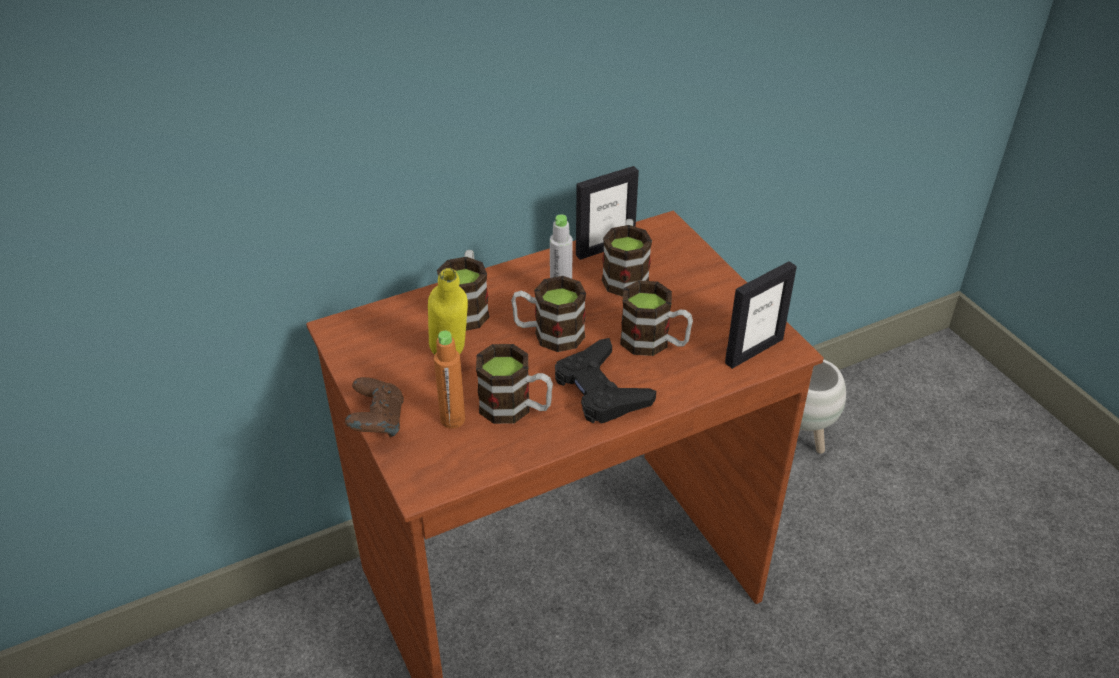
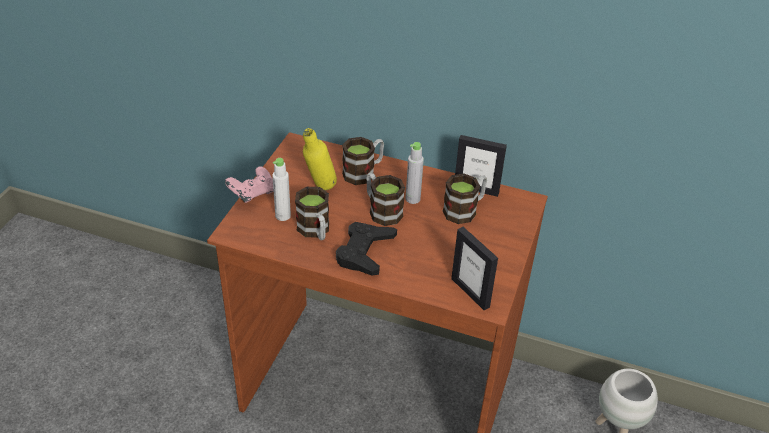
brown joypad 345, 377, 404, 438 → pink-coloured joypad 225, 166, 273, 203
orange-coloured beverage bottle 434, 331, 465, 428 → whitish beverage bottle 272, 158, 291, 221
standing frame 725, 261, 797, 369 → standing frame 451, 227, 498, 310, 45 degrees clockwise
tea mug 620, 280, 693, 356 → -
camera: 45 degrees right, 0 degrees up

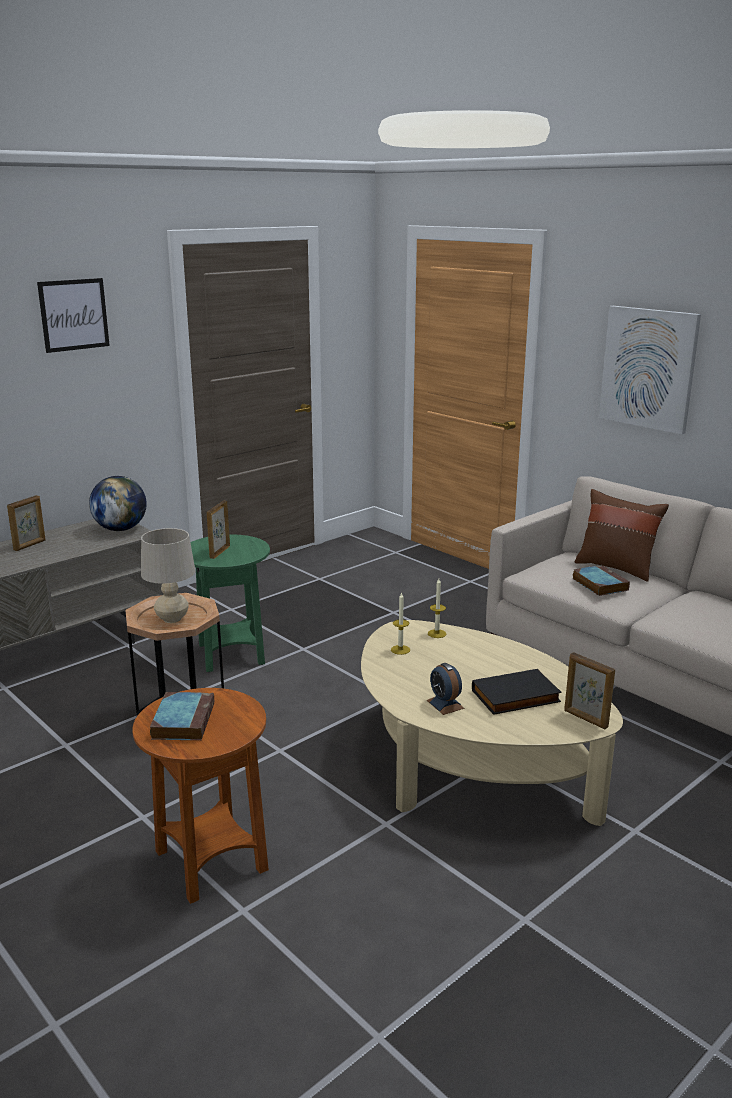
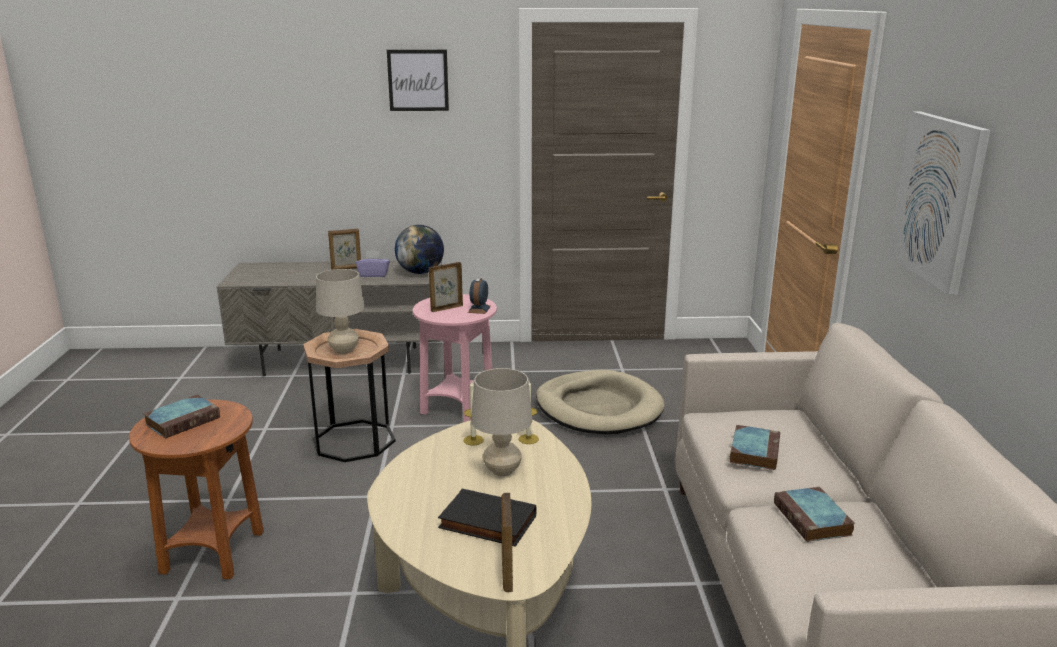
- → purple-coloured tissue holder 356, 251, 390, 277
greenish end table 190, 534, 270, 672 → pink-coloured end table 413, 294, 497, 422
bedside clock 427, 663, 464, 715 → bedside clock 468, 278, 491, 314, move
- → sand-coloured table lamp 471, 368, 532, 476
- → sand-coloured dog bed 536, 370, 665, 434
- → bound book 774, 487, 855, 542
brown cushion 575, 489, 669, 582 → -
camera: 40 degrees right, 0 degrees up

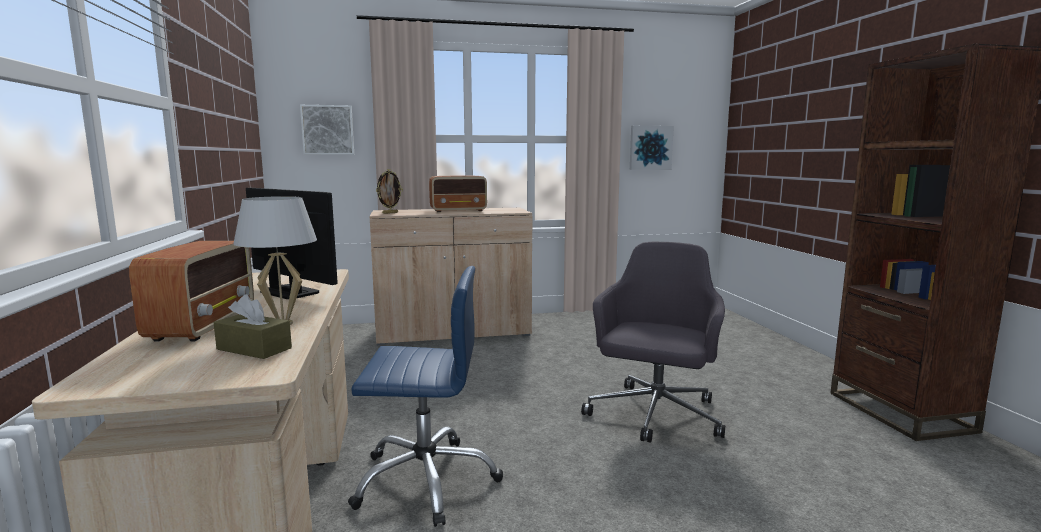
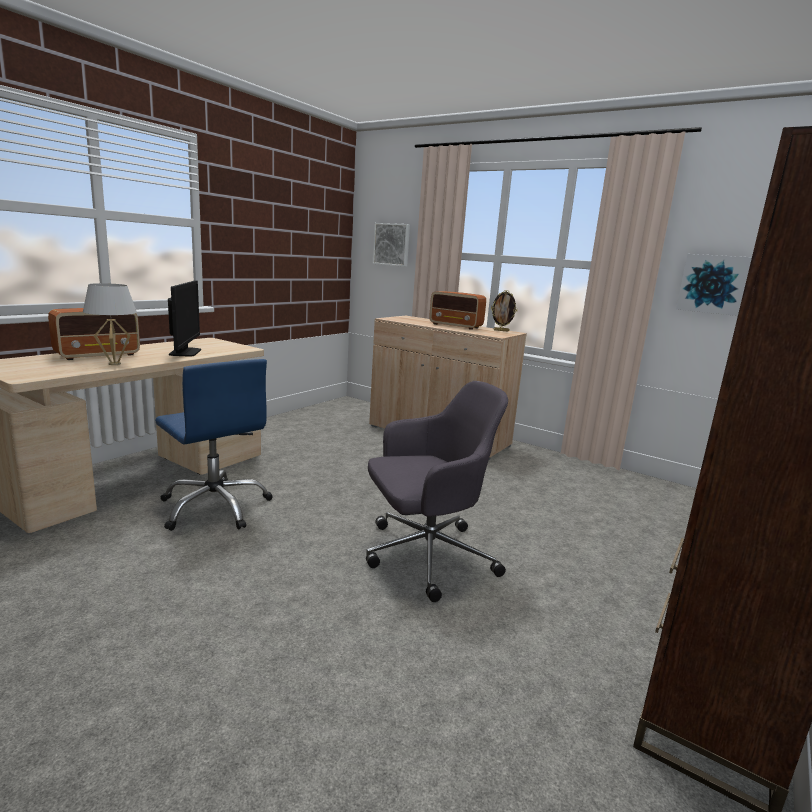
standing frame 376, 169, 403, 214 → standing frame 491, 290, 518, 331, move
brown tissue holder 214, 294, 292, 359 → -
camera: 45 degrees right, 5 degrees up

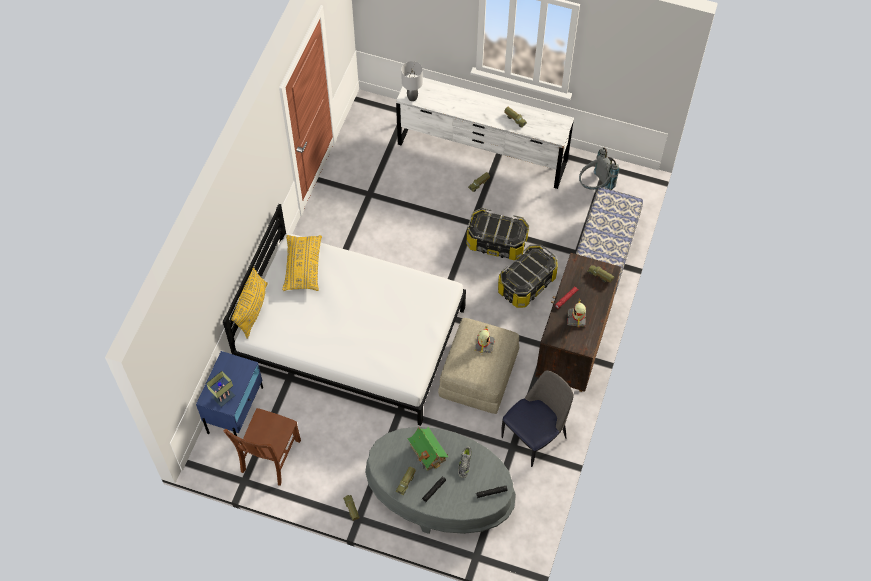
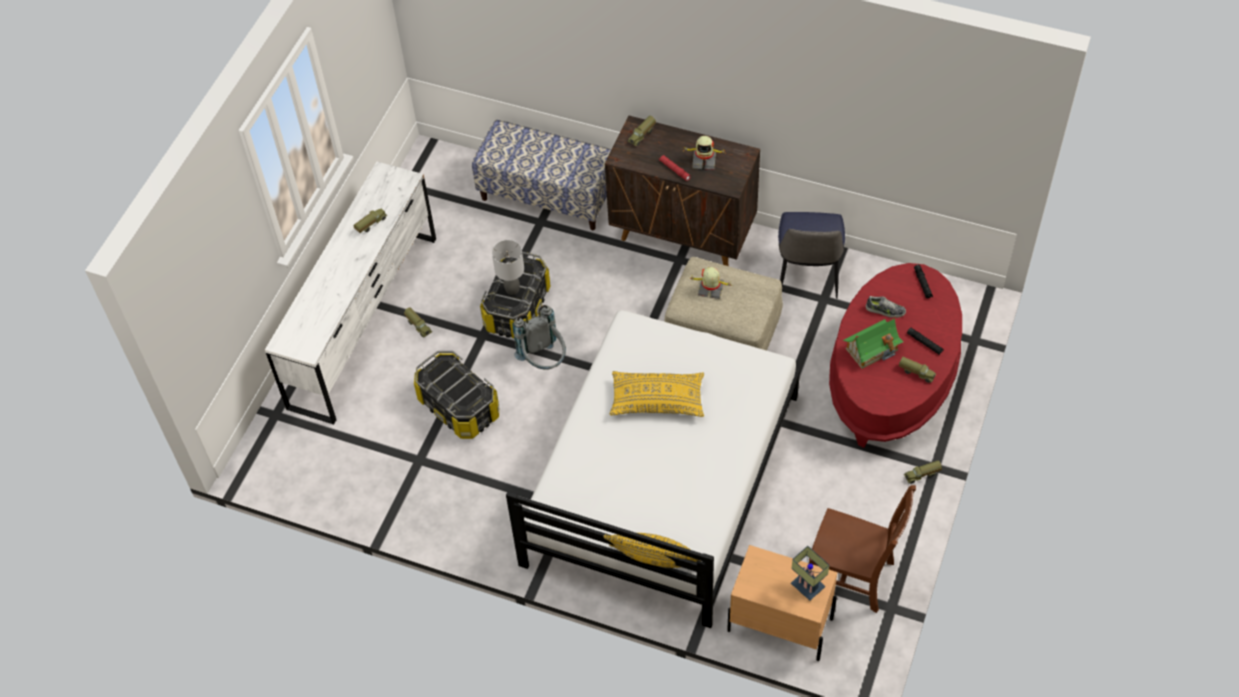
storage box 498, 245, 558, 308 → storage box 414, 351, 499, 439, move
gray table lamp 401, 61, 423, 101 → gray table lamp 492, 240, 524, 295, move
gray knapsack 579, 148, 619, 190 → gray knapsack 513, 305, 566, 370, move
yellow-coloured cushion 282, 235, 322, 291 → yellow-coloured cushion 610, 371, 704, 417, move
bluish bedside table 196, 351, 263, 441 → sand-coloured bedside table 727, 545, 837, 661
upright chair 501, 370, 574, 467 → upright chair 778, 212, 845, 299, 135 degrees counterclockwise
gray coffee table 365, 427, 516, 534 → red-coloured coffee table 829, 263, 962, 448
camera: 85 degrees left, 5 degrees down

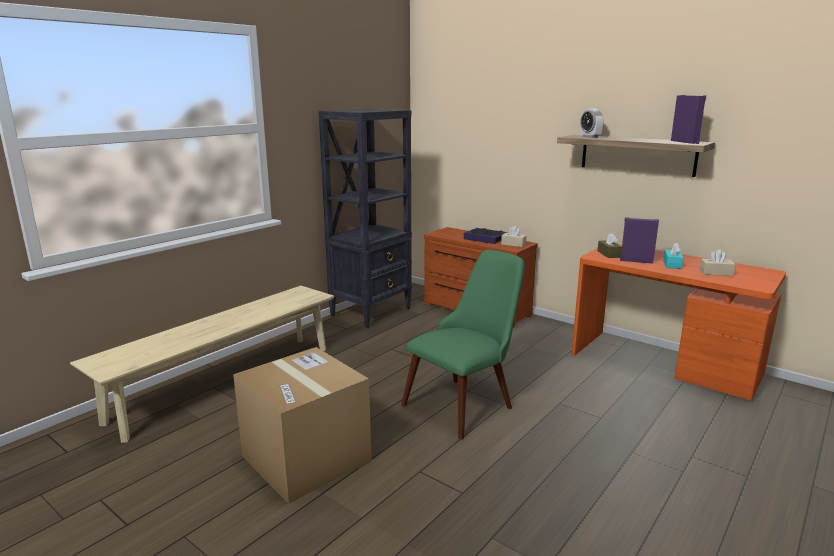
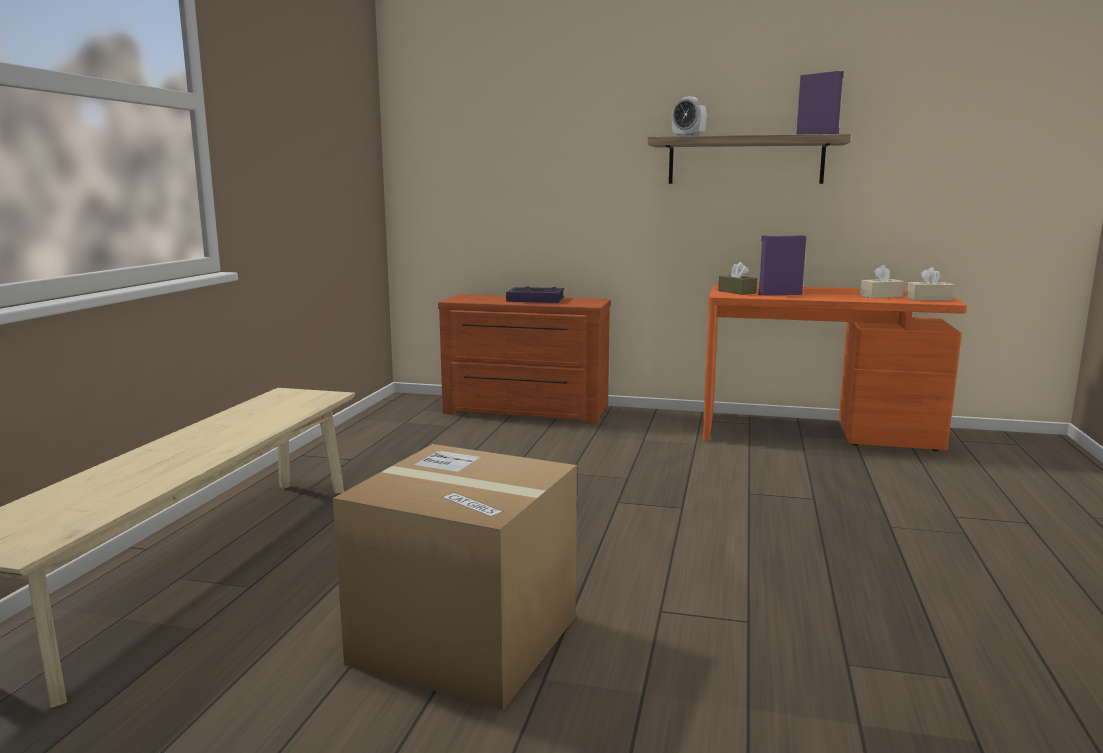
sand-coloured tissue holder 501, 226, 527, 247 → sand-coloured tissue holder 907, 267, 954, 301, move
black bookshelf 318, 109, 412, 328 → -
greenish upright chair 401, 250, 525, 440 → -
blue-green tissue holder 663, 243, 683, 269 → -
camera: 25 degrees left, 5 degrees down

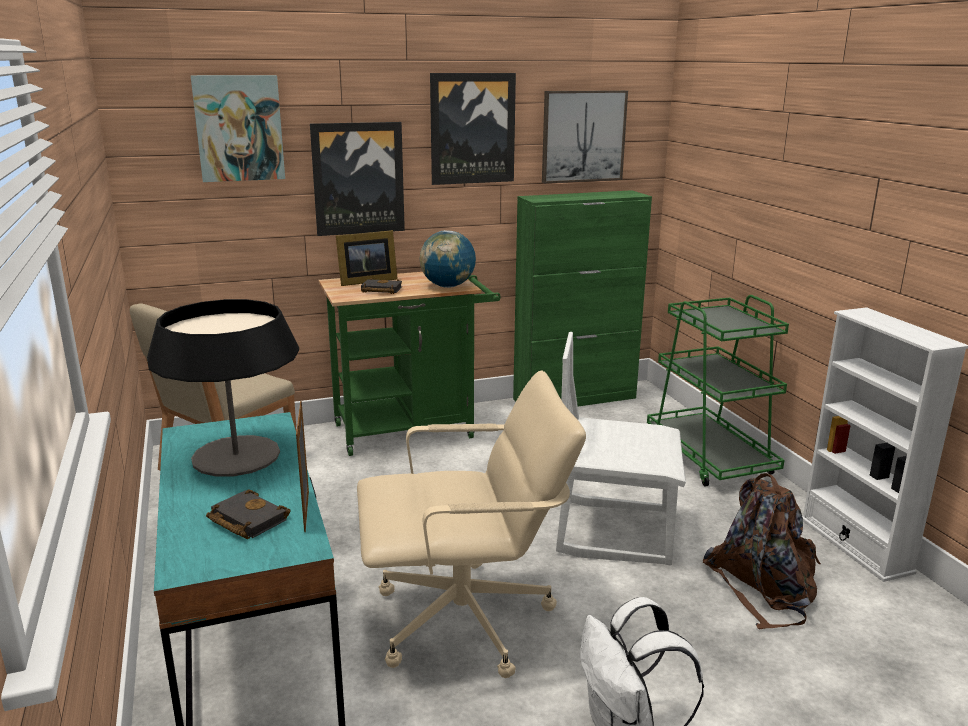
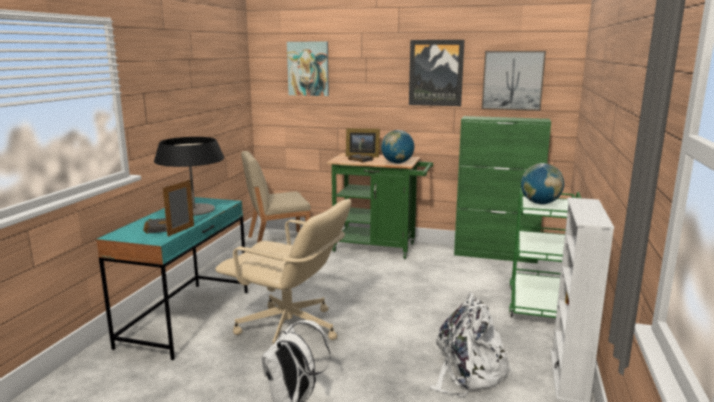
brown knapsack 703, 473, 821, 629 → whitish knapsack 429, 292, 512, 397
- → globe 521, 163, 564, 205
picture 310, 122, 405, 236 → -
whitish upright chair 556, 332, 686, 565 → -
camera: 35 degrees right, 5 degrees down

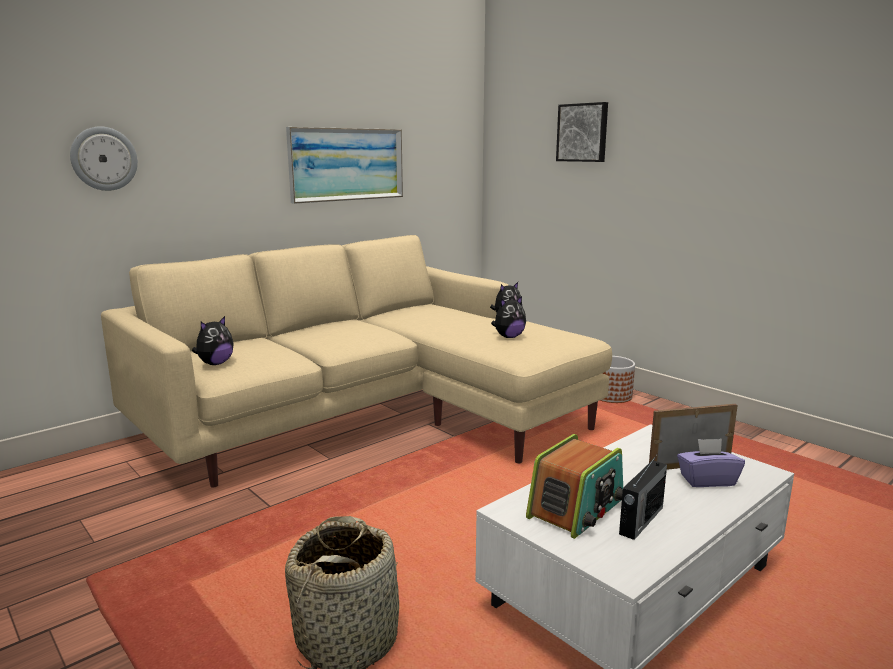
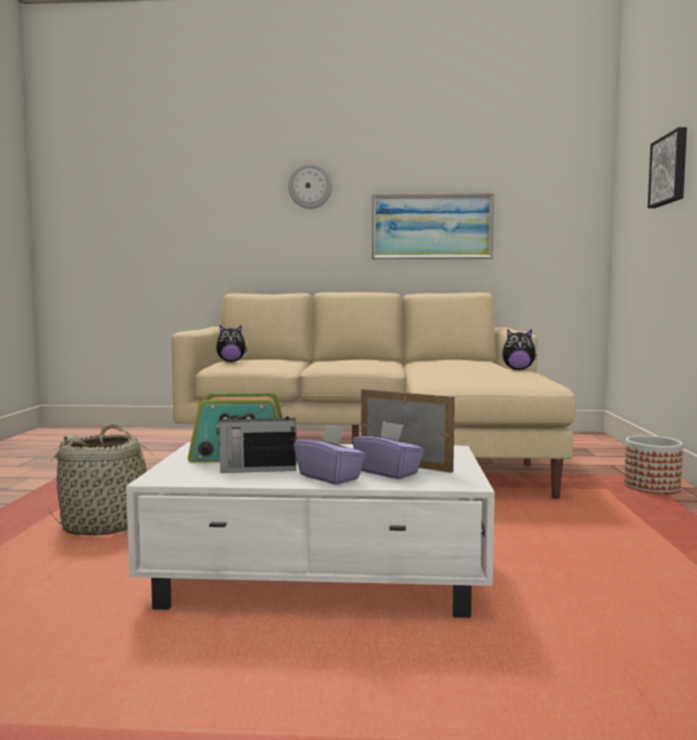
wall clock 70, 126, 138, 191 → wall clock 288, 164, 332, 209, move
- → purple-coloured tissue holder 294, 425, 366, 485
cuddly toy 491, 296, 526, 338 → -
camera: 45 degrees right, 10 degrees down

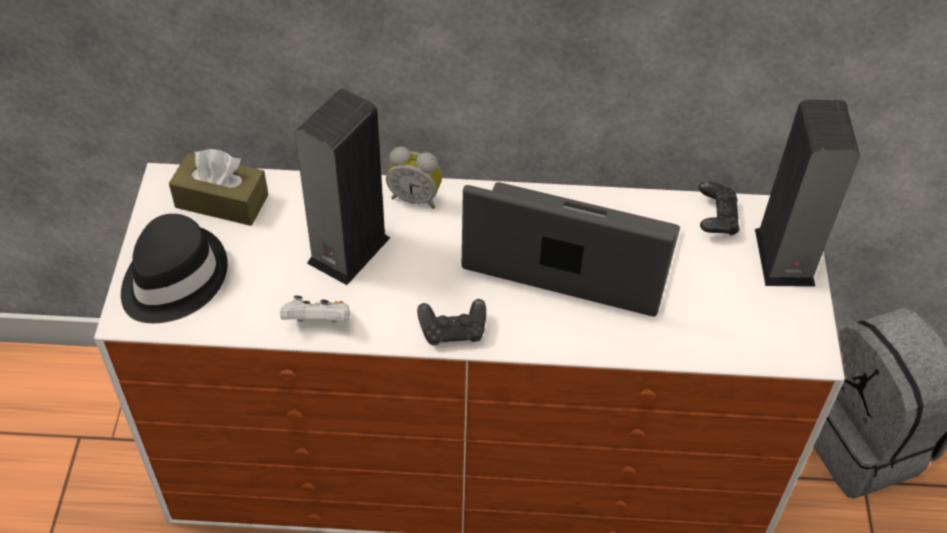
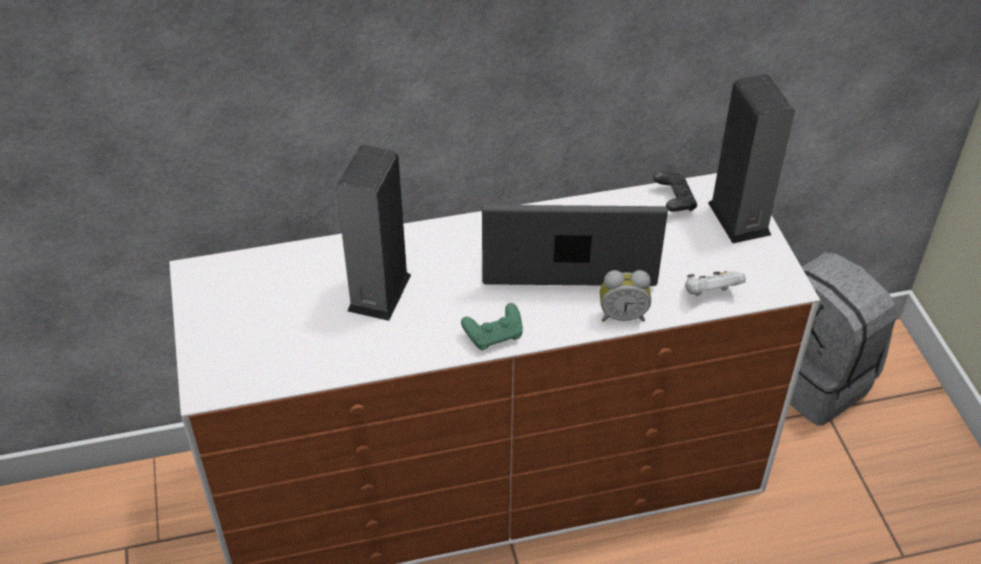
black joypad 417, 299, 486, 345 → greenish joypad 461, 303, 523, 350
bedside clock 386, 147, 442, 209 → bedside clock 600, 270, 651, 322, move
whitish joypad 280, 295, 350, 323 → whitish joypad 685, 271, 746, 296, move
black wearable hat 121, 214, 228, 323 → -
brown tissue holder 169, 149, 268, 226 → -
camera: 15 degrees left, 5 degrees down

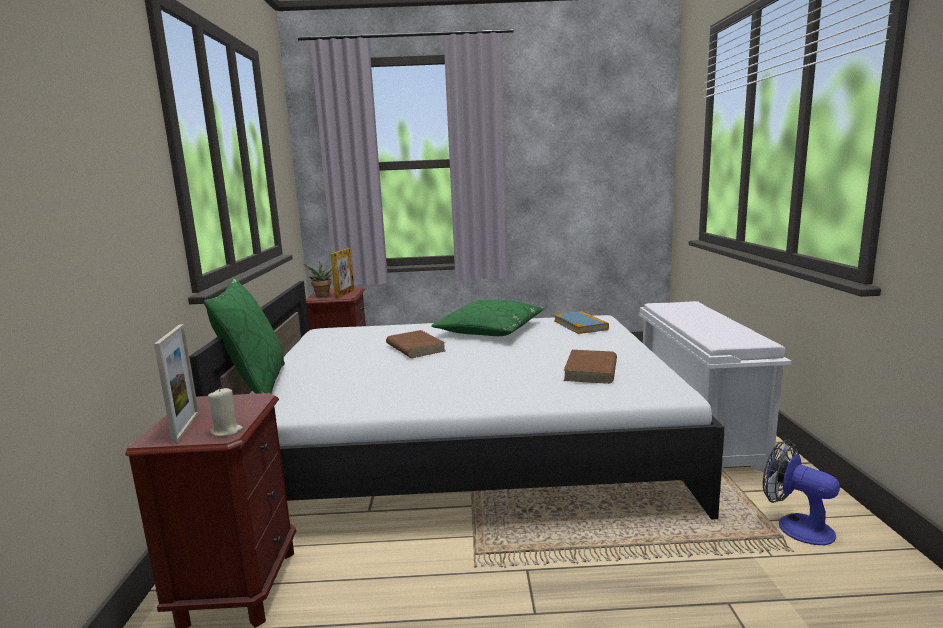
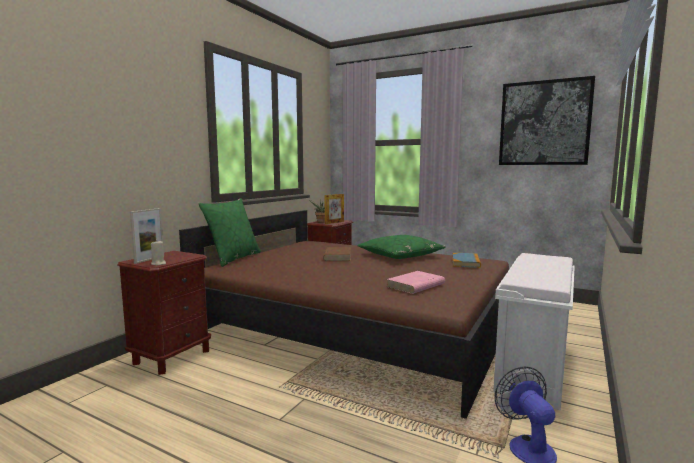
whitish bed 189, 281, 725, 520 → brown bed 179, 210, 509, 419
brown bound book 564, 350, 617, 384 → pink-coloured bound book 387, 271, 445, 294
- → picture 499, 76, 595, 165
camera: 30 degrees right, 5 degrees down

